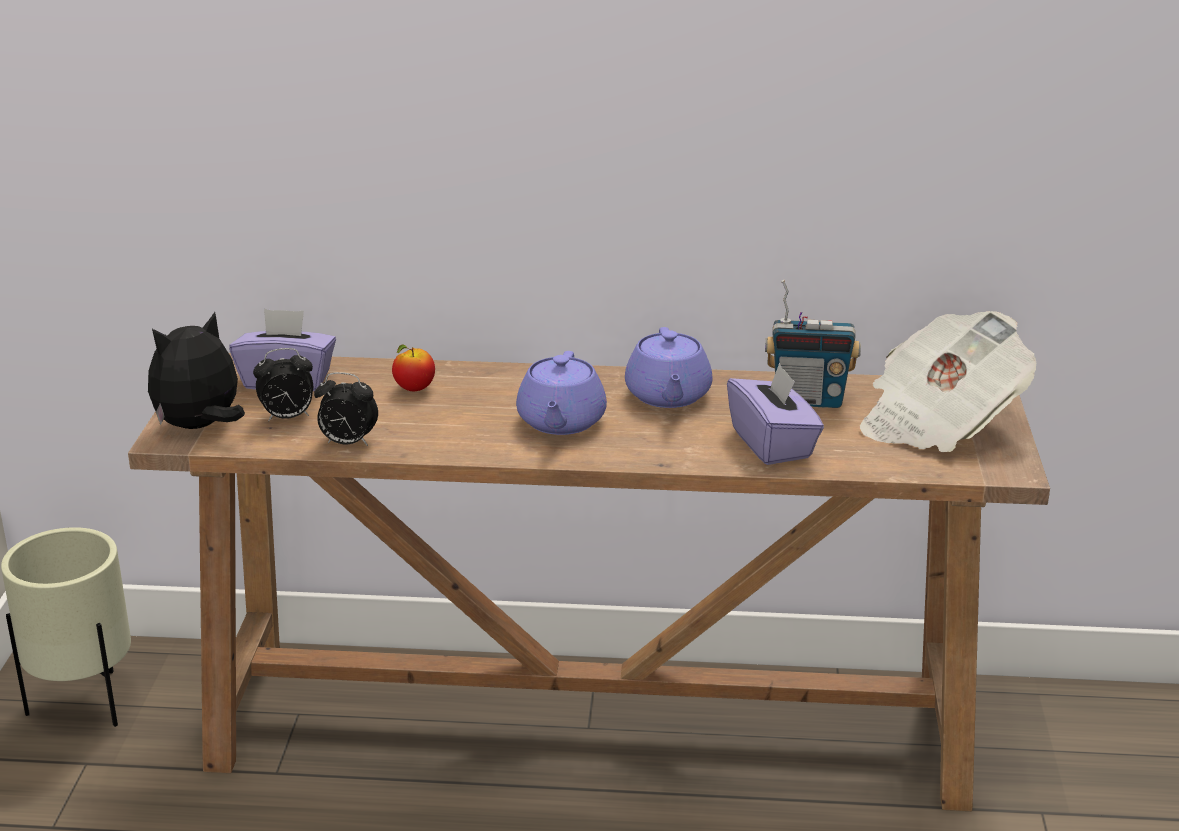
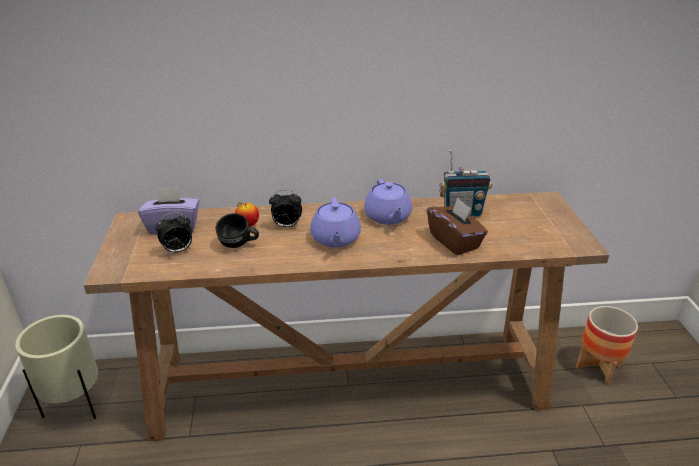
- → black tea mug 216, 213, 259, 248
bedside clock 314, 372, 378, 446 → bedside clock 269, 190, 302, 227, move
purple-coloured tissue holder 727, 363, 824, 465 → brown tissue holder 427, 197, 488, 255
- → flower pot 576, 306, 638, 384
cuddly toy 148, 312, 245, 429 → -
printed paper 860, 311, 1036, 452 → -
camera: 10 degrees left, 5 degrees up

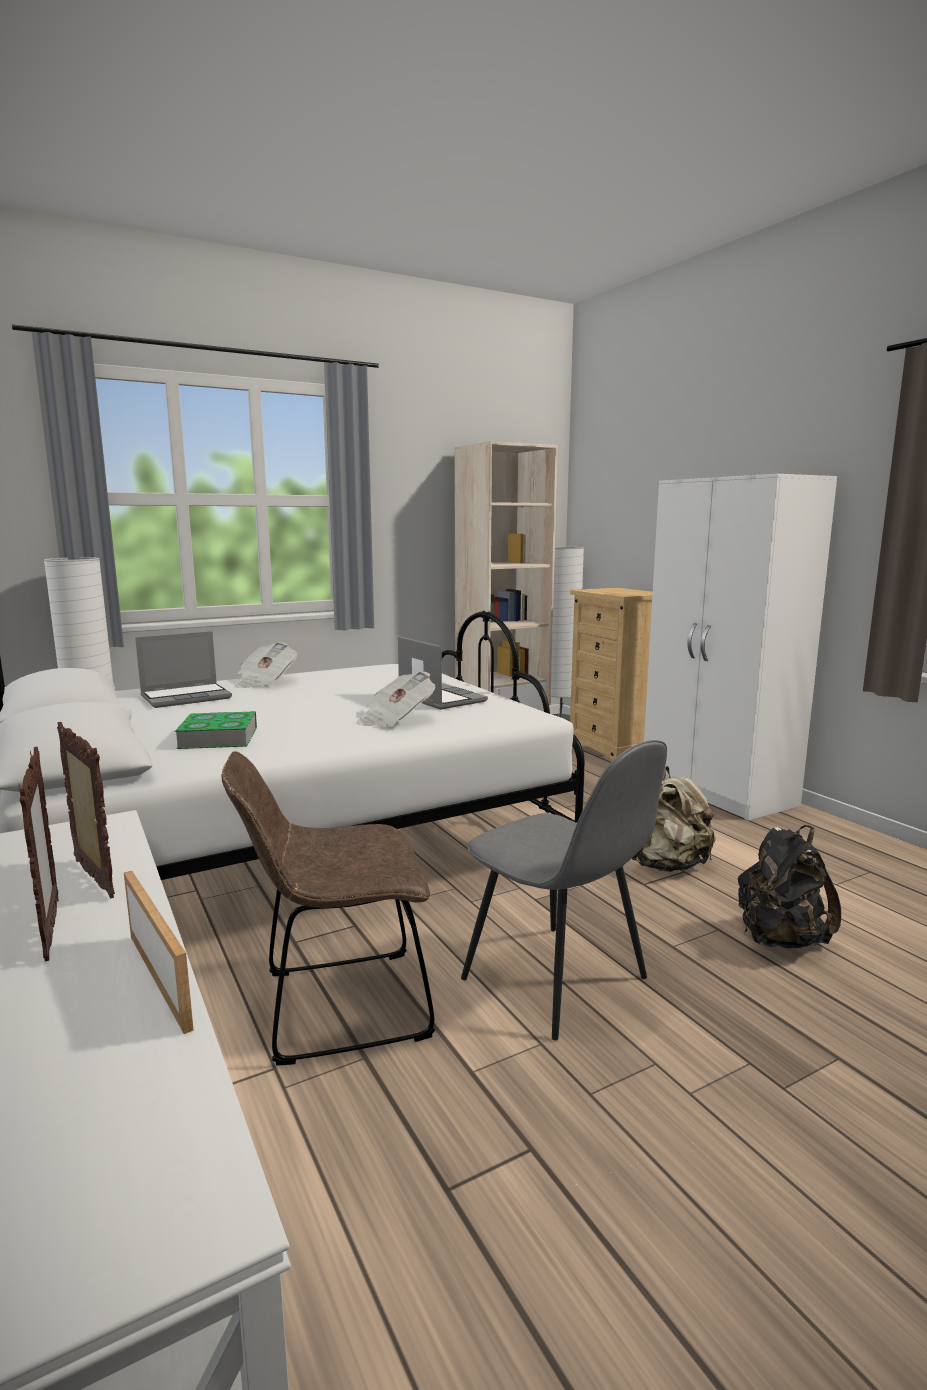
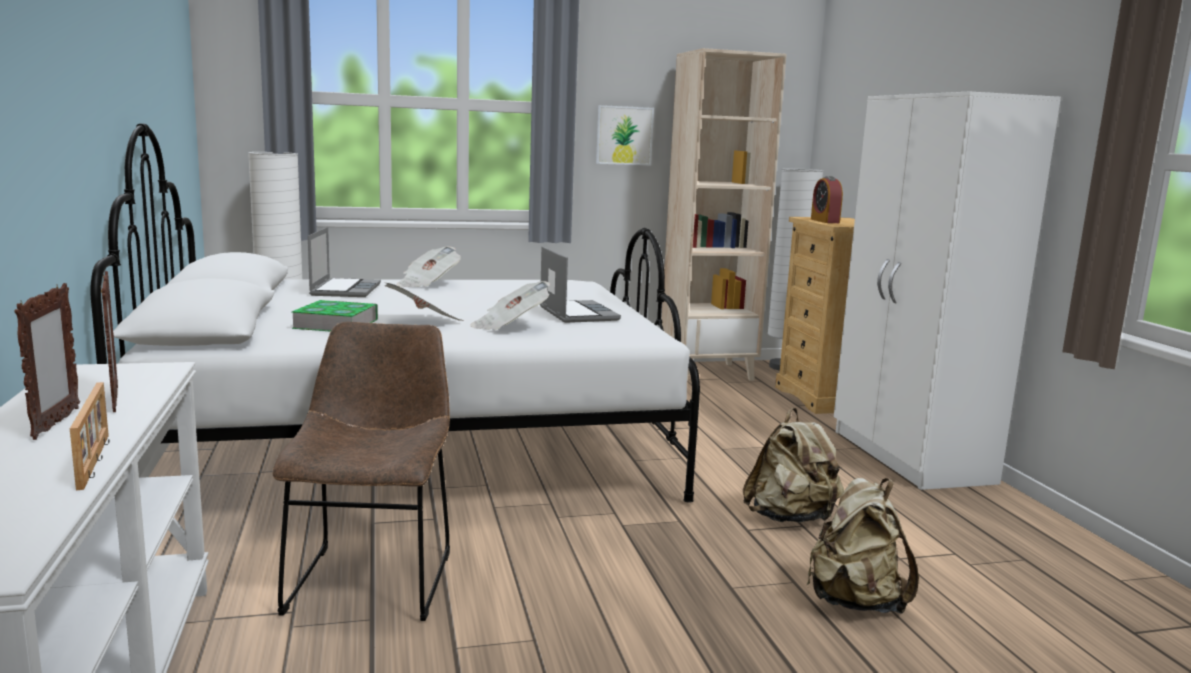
brown upright chair 222, 751, 435, 1066 → brown upright chair 272, 322, 450, 621, 90 degrees clockwise
portable computer 135, 631, 232, 708 → portable computer 308, 227, 381, 297, 75 degrees counterclockwise
- → printed paper 384, 283, 464, 321
- → picture 596, 105, 654, 165
black knapsack 738, 825, 841, 949 → sand-coloured knapsack 806, 478, 919, 614
- → bedside clock 811, 176, 843, 223
gray upright chair 461, 740, 667, 1040 → -
camera: 15 degrees right, 0 degrees up

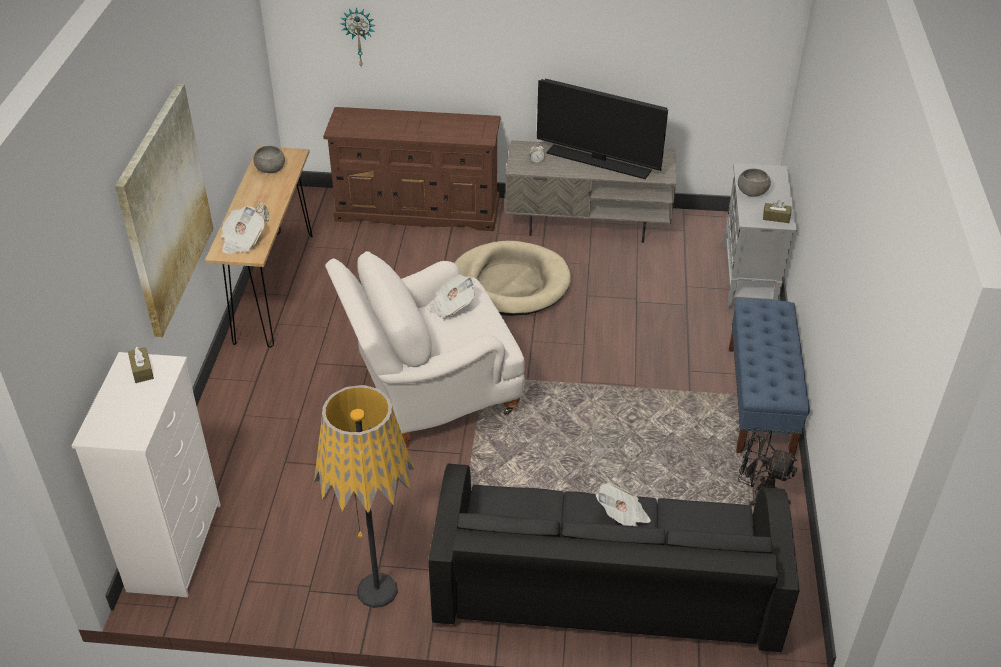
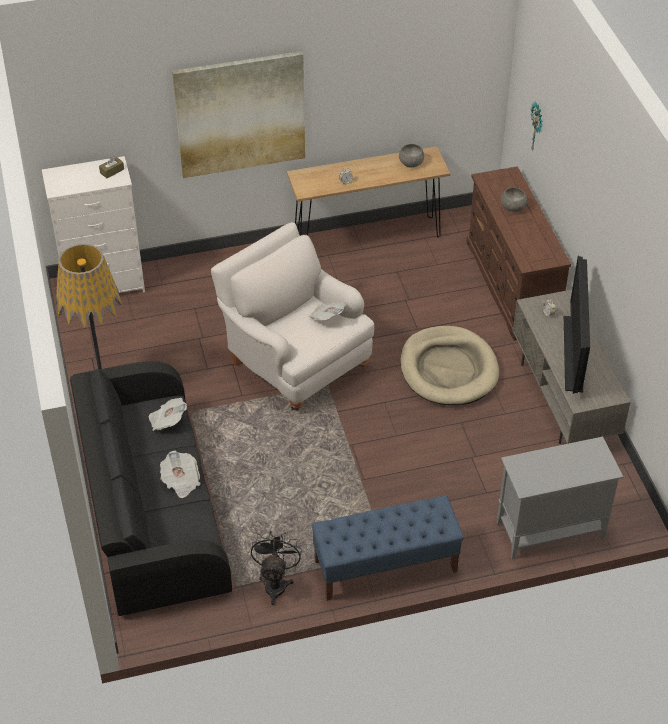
printed paper 221, 206, 265, 254 → printed paper 148, 398, 187, 431, move
gray bowl 738, 168, 771, 197 → gray bowl 501, 187, 527, 212, move
brown tissue holder 763, 200, 792, 223 → -
camera: 70 degrees right, 5 degrees up

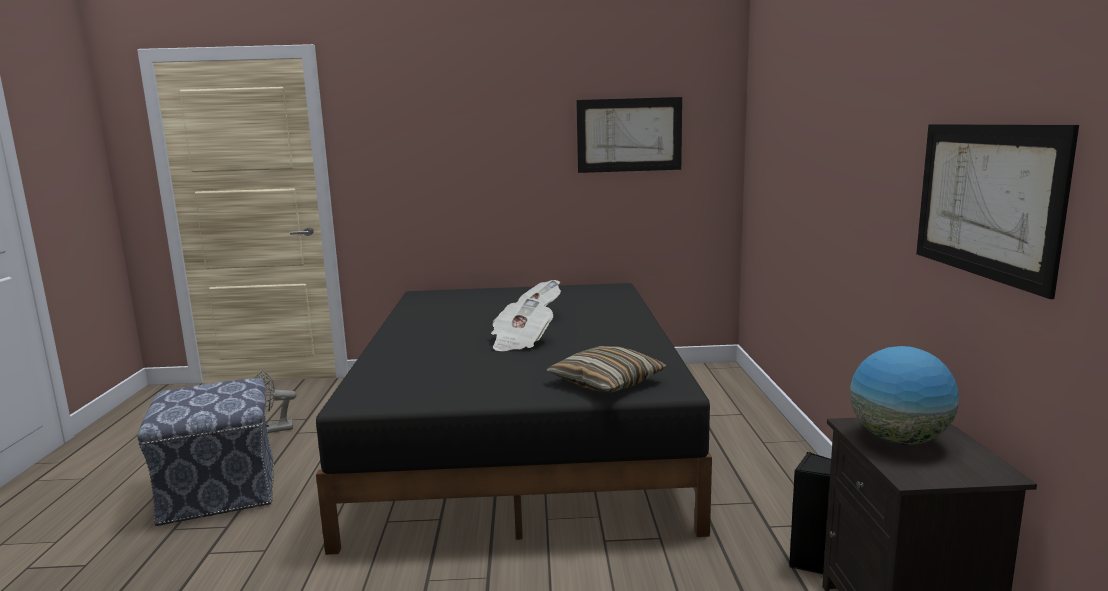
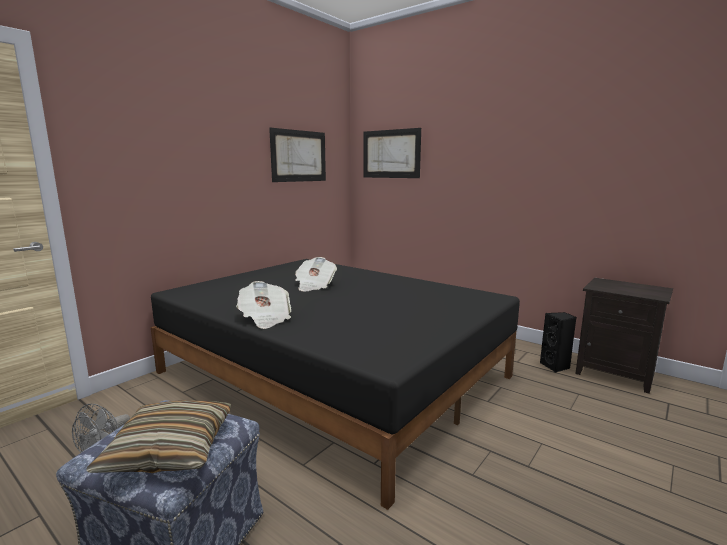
cushion 547, 346, 667, 393 → cushion 86, 400, 231, 473, move
printed paper 491, 298, 553, 351 → printed paper 237, 281, 291, 329, move
picture 916, 124, 1079, 299 → picture 363, 128, 421, 178, move
globe 850, 346, 959, 445 → -
camera: 50 degrees left, 0 degrees up

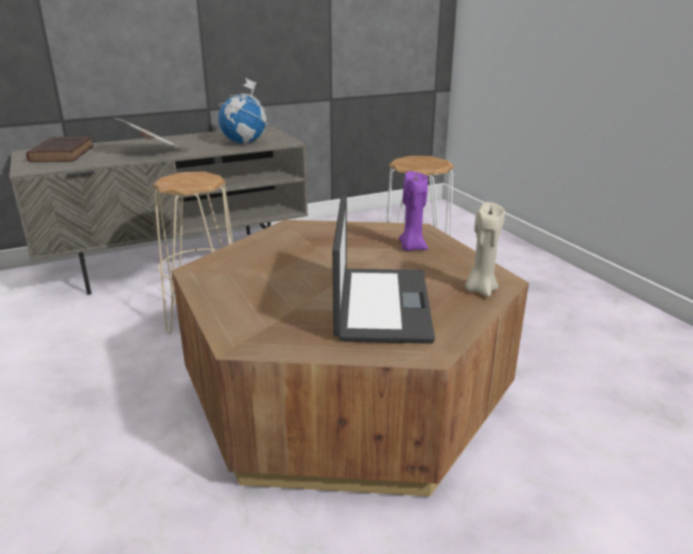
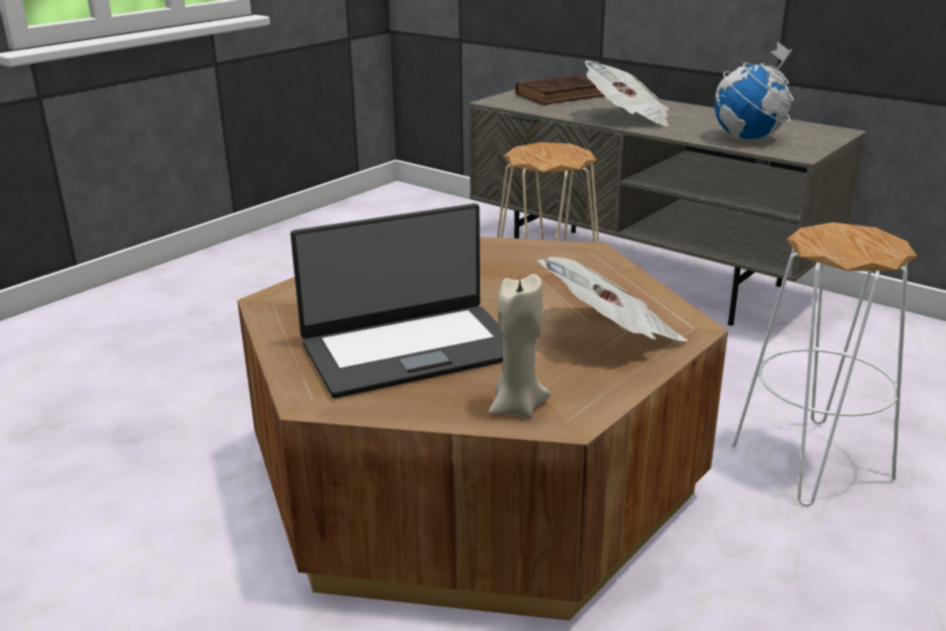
purple-coloured wax candle 399, 171, 428, 251 → printed paper 537, 257, 687, 341
camera: 65 degrees right, 0 degrees up

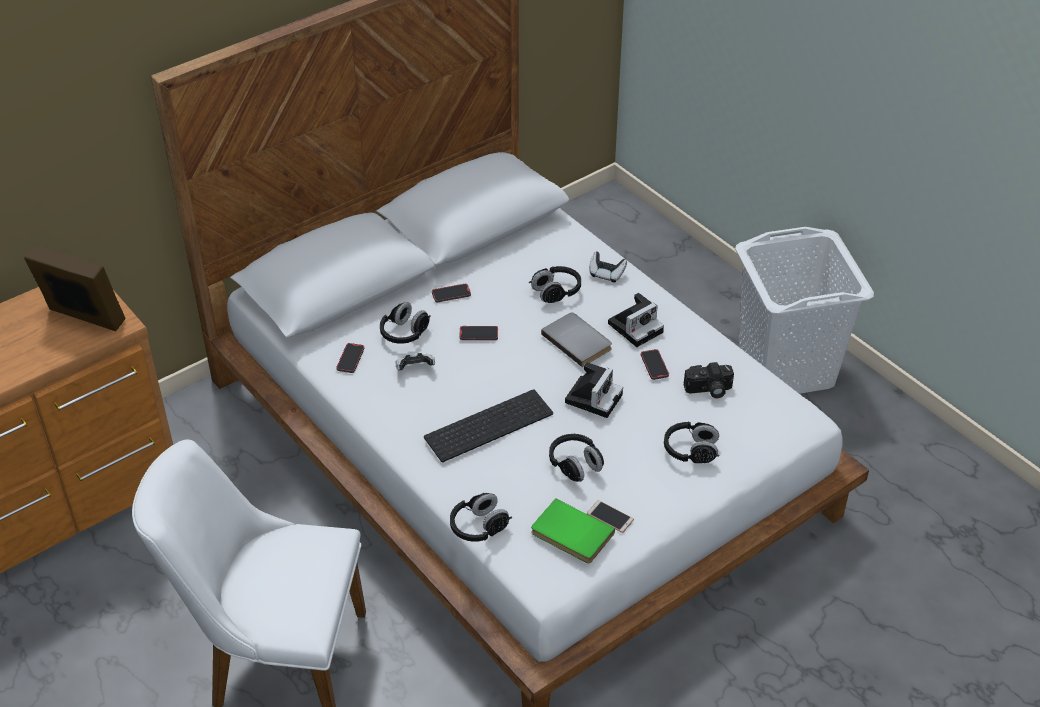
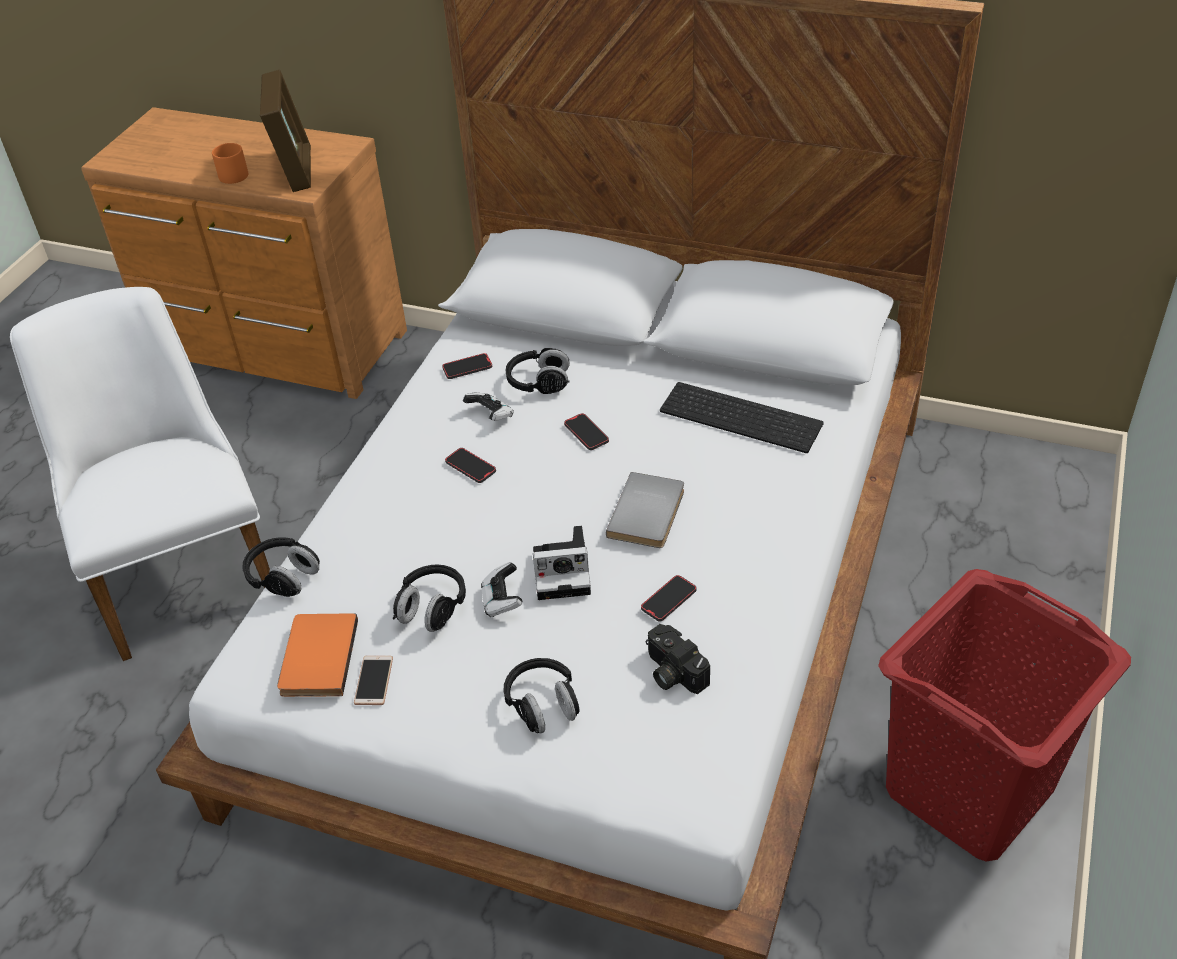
- → orange-coloured tea mug 212, 143, 248, 184
greenish bound book 531, 498, 615, 563 → orange-coloured bound book 277, 613, 358, 697
phone 432, 284, 471, 302 → phone 445, 448, 496, 483, move
joypad 589, 251, 627, 283 → joypad 481, 562, 522, 617, move
computer keyboard 424, 389, 553, 462 → computer keyboard 660, 382, 824, 453, move
whitish laundry basket 735, 227, 874, 394 → red-coloured laundry basket 878, 569, 1131, 862
black headset 529, 266, 581, 303 → -
still camera 608, 293, 664, 347 → -
camera: 60 degrees right, 0 degrees up

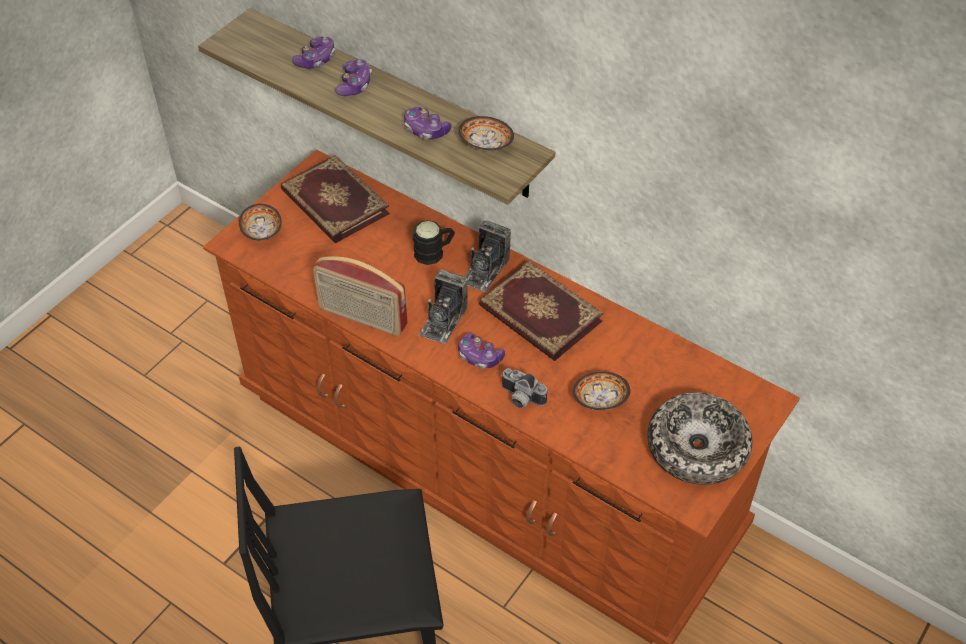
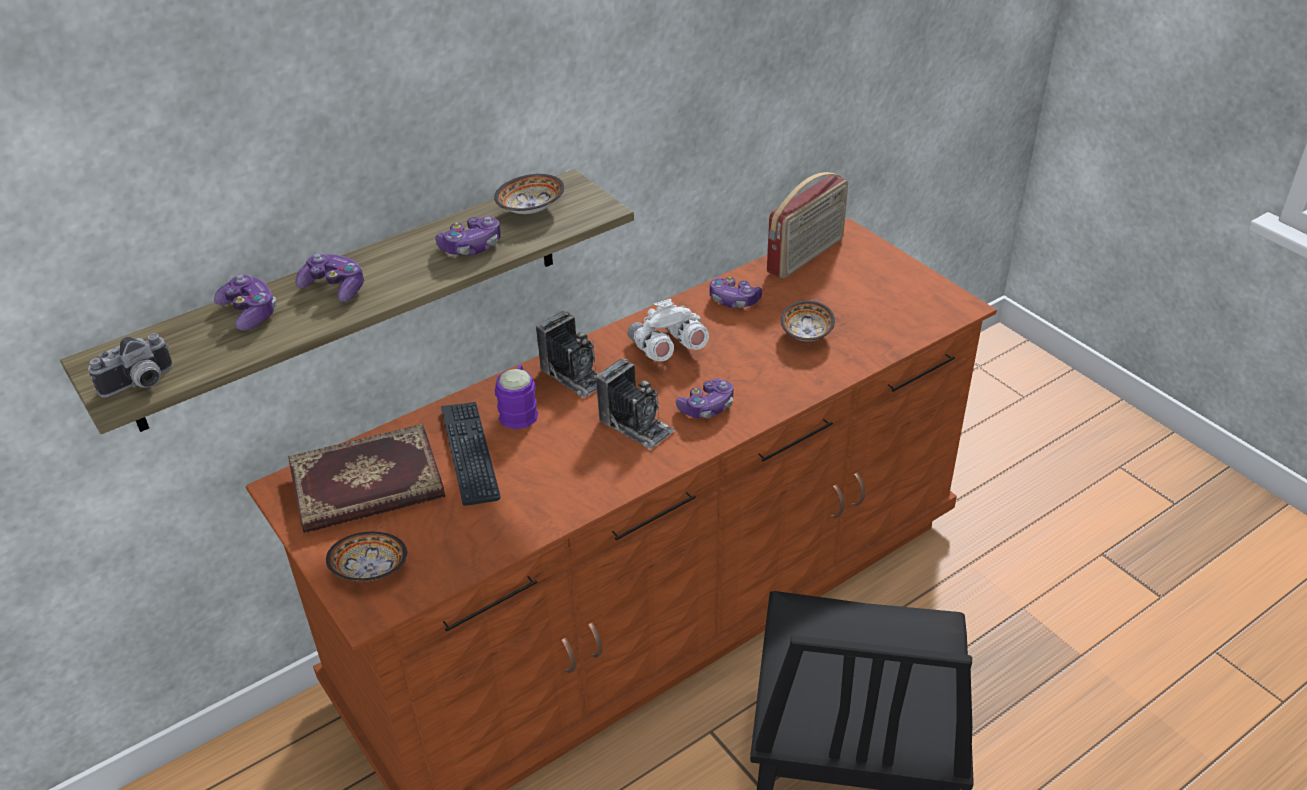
still camera 501, 368, 547, 408 → still camera 88, 333, 173, 397, move
- → computer keyboard 441, 402, 501, 506
black tea mug 413, 220, 455, 265 → purple-coloured tea mug 495, 365, 539, 429
bound book 479, 260, 603, 361 → whitish field glasses 628, 299, 709, 361
- → joypad 710, 277, 762, 308
radio set 313, 256, 408, 336 → radio set 767, 172, 848, 279, move
bowl 647, 392, 753, 485 → -
camera: 70 degrees left, 10 degrees down

